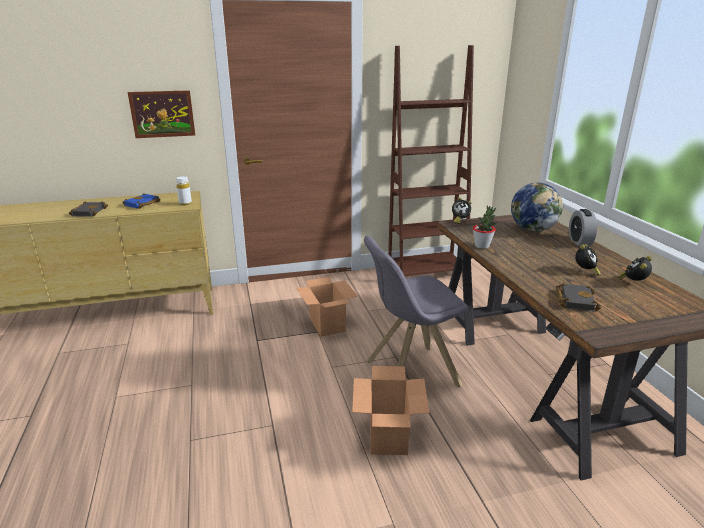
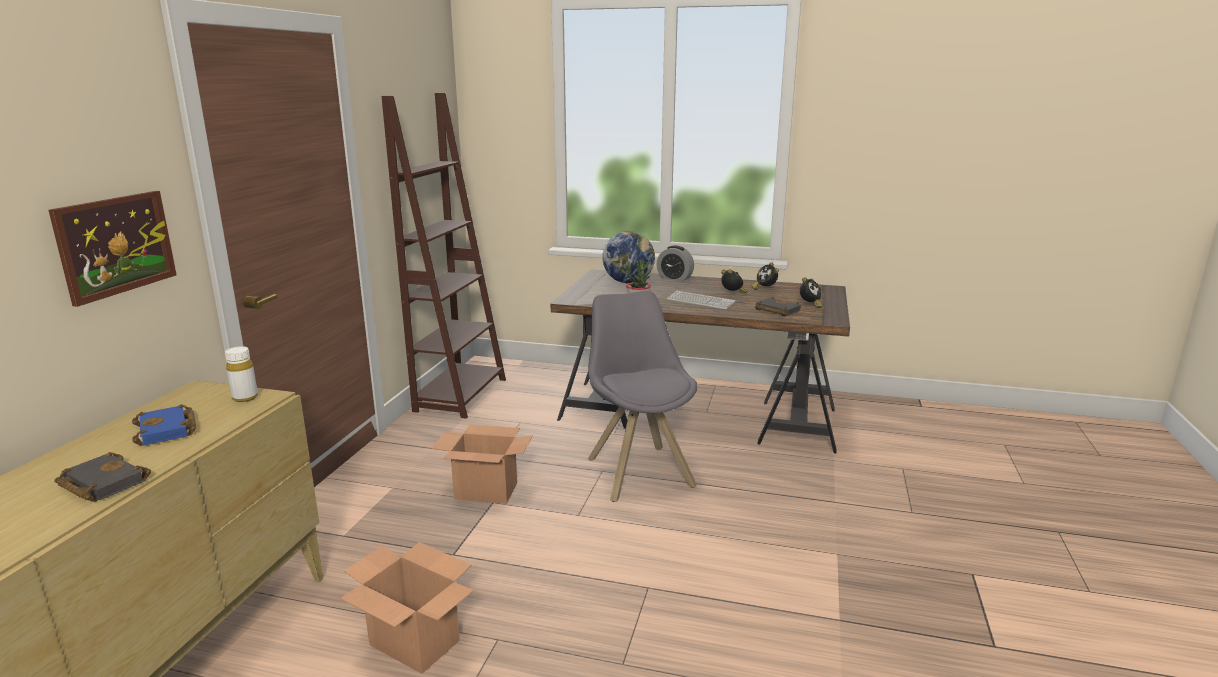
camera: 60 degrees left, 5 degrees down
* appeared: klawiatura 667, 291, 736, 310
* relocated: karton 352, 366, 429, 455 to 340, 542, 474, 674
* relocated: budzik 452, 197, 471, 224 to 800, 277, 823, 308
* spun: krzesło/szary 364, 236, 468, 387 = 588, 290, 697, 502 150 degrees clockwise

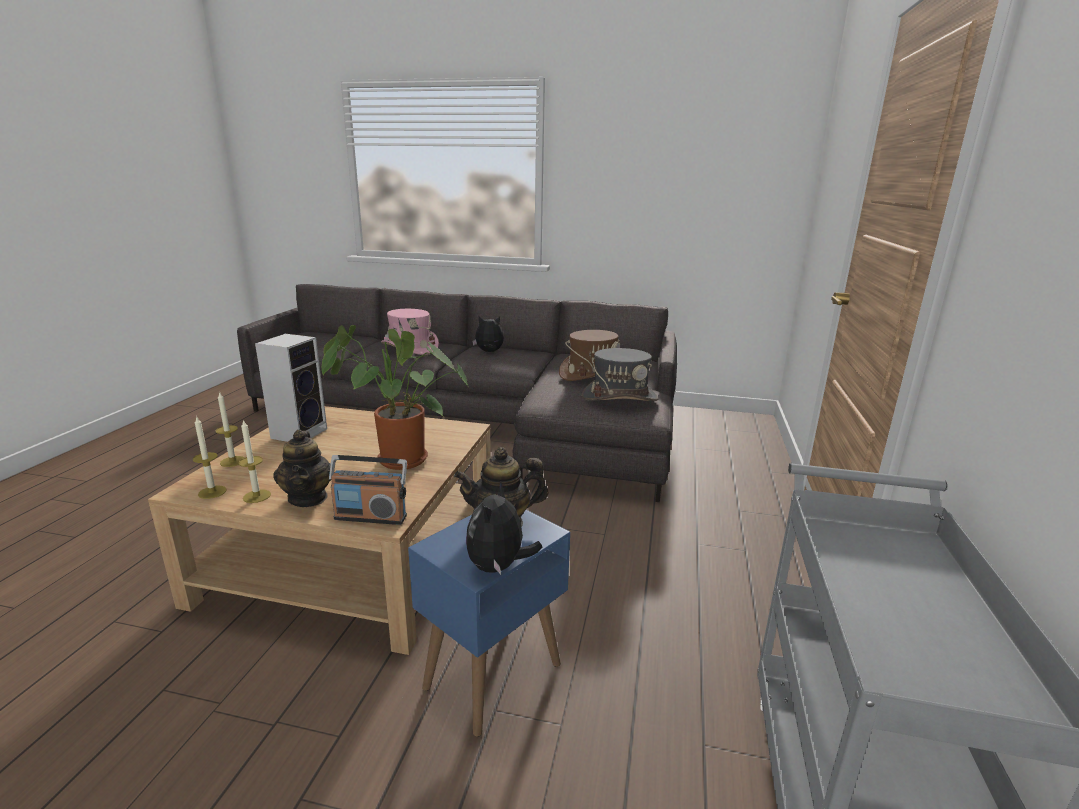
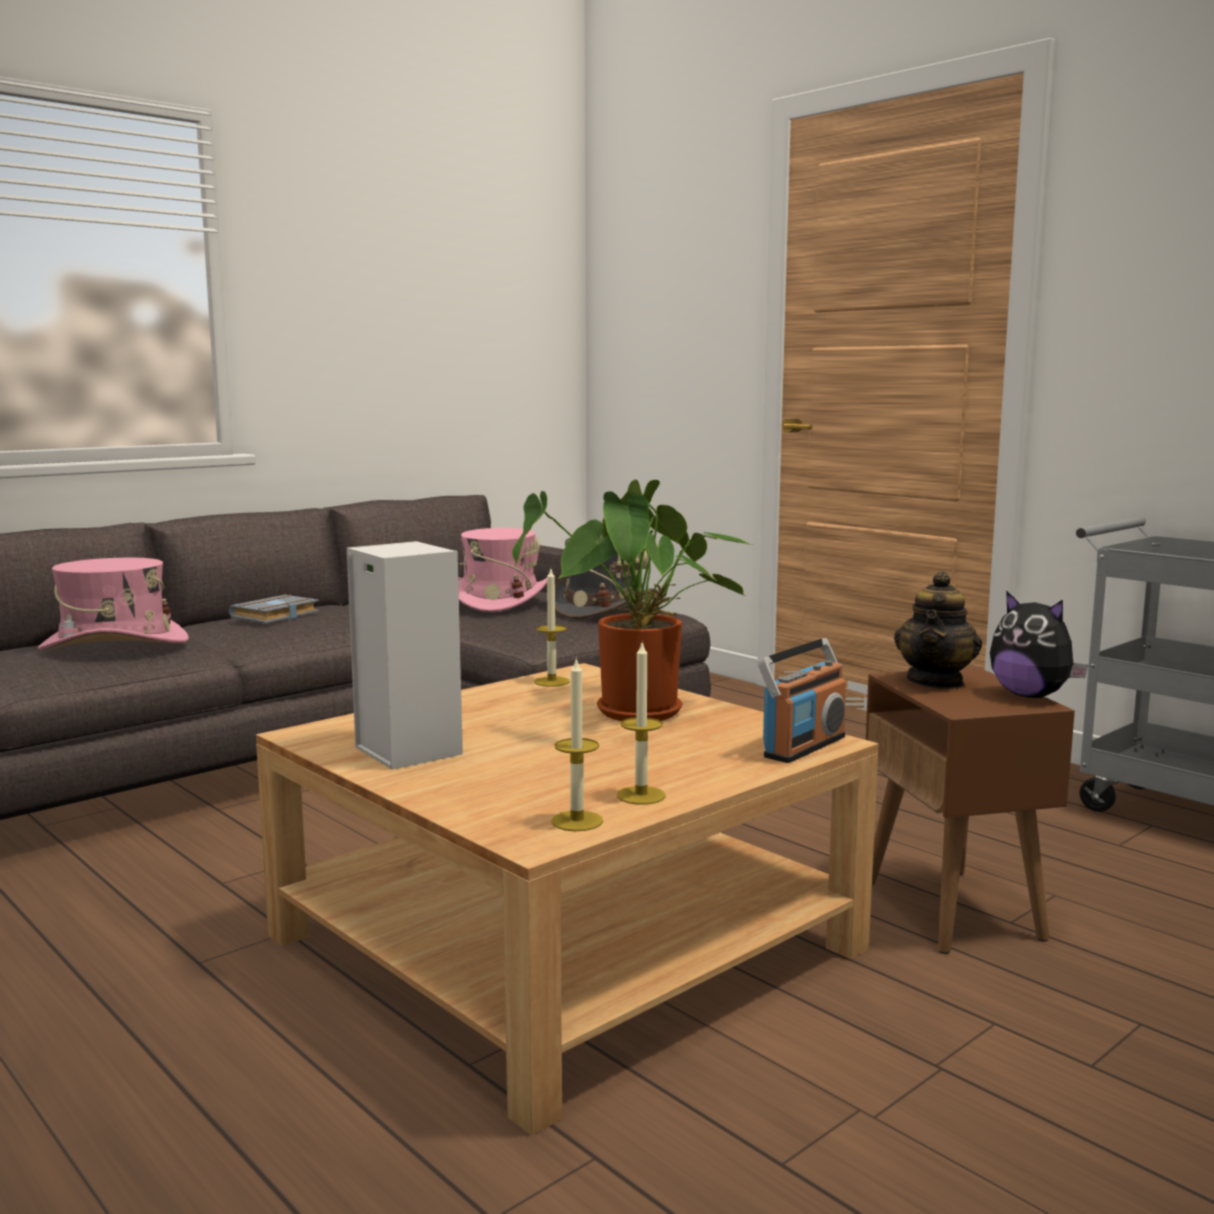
camera: 55 degrees left, 10 degrees down
* missing: imbryk 273, 430, 331, 507
* relocated: świeca 216, 391, 244, 467 to 534, 569, 570, 687
* exchanged: pluszak 472, 317, 504, 352 to książka/szary 229, 595, 319, 623
* colour: stolik/niebieski 408, 510, 570, 737 to stolik/brązowy 866, 667, 1075, 954
* colour: kapelusz/brązowy 559, 330, 620, 381 to kapelusz/różowy 458, 528, 547, 612

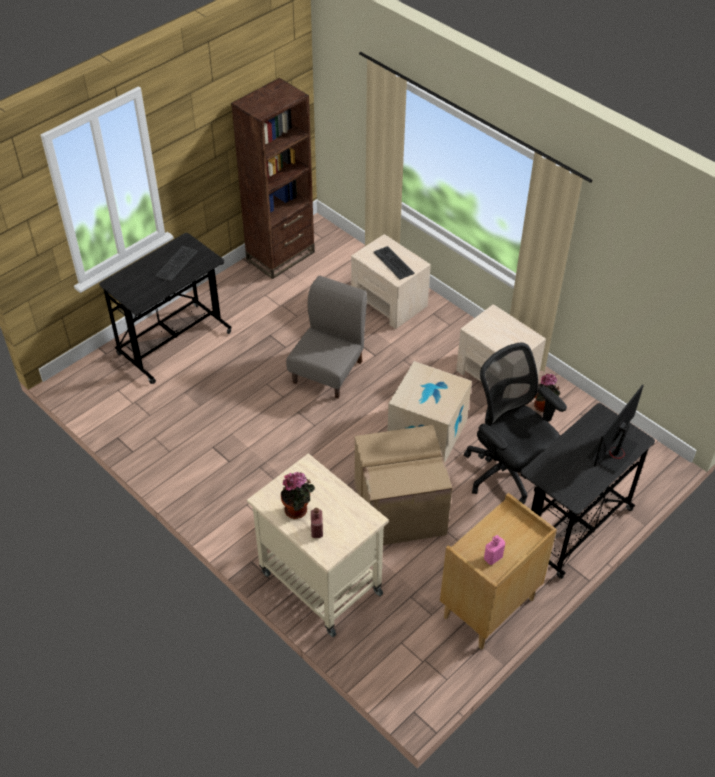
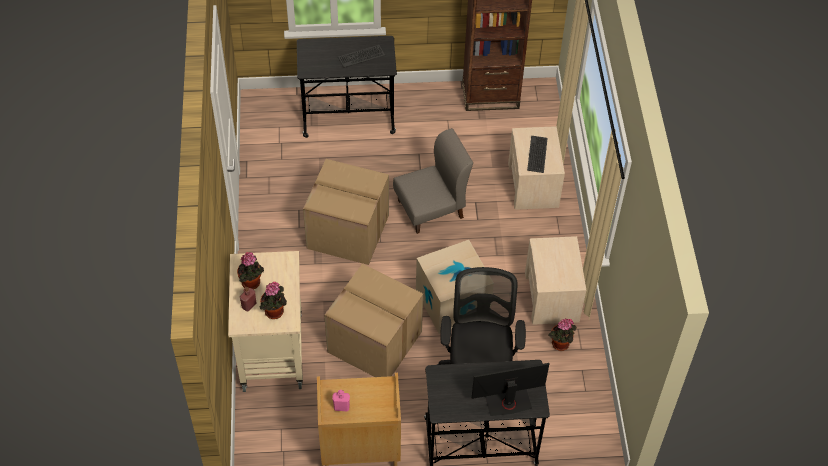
camera: 40 degrees right, 5 degrees up
* appeared: roślina doniczkowa 260, 282, 287, 319
* appeared: karton 303, 159, 389, 265

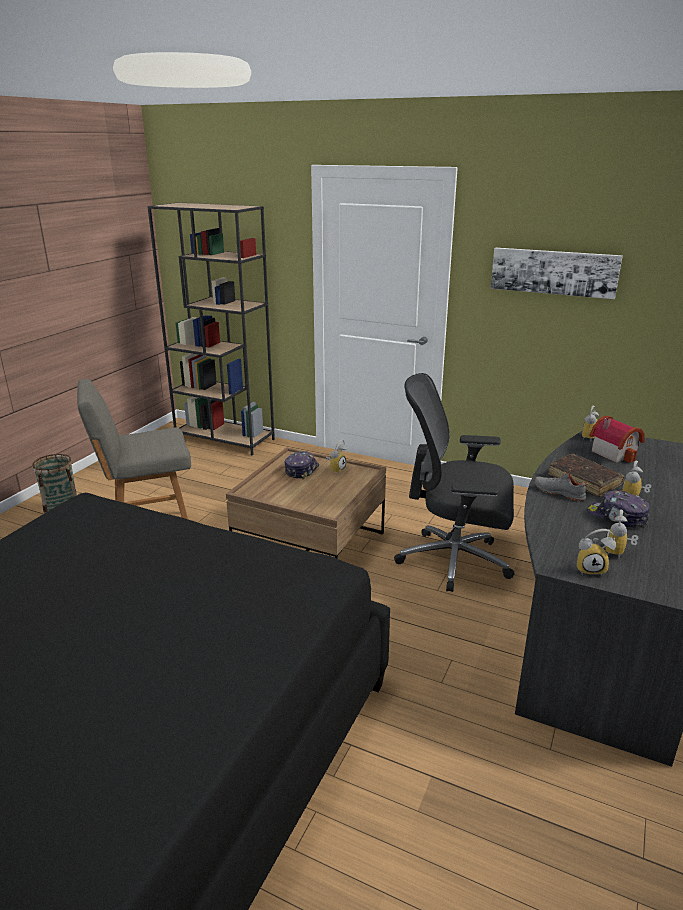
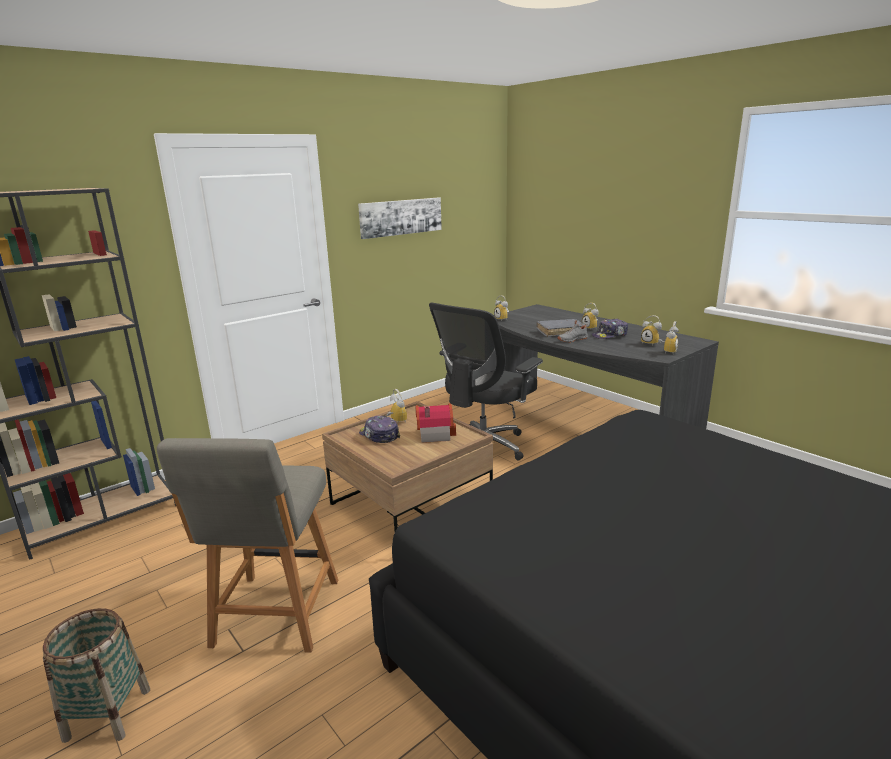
camera: 65 degrees left, 5 degrees down
* relocated: domek 590, 416, 645, 463 to 416, 403, 456, 443
* colour: książka/brązowy 548, 454, 625, 497 to książka/szary 537, 319, 585, 337

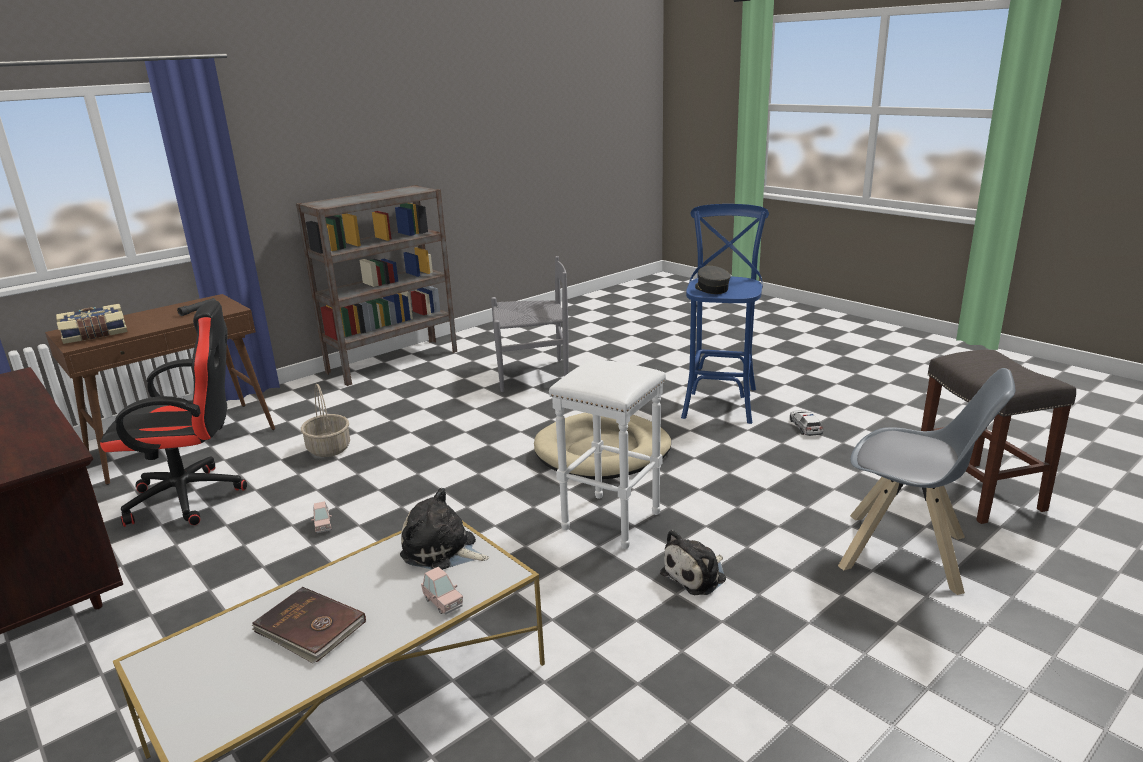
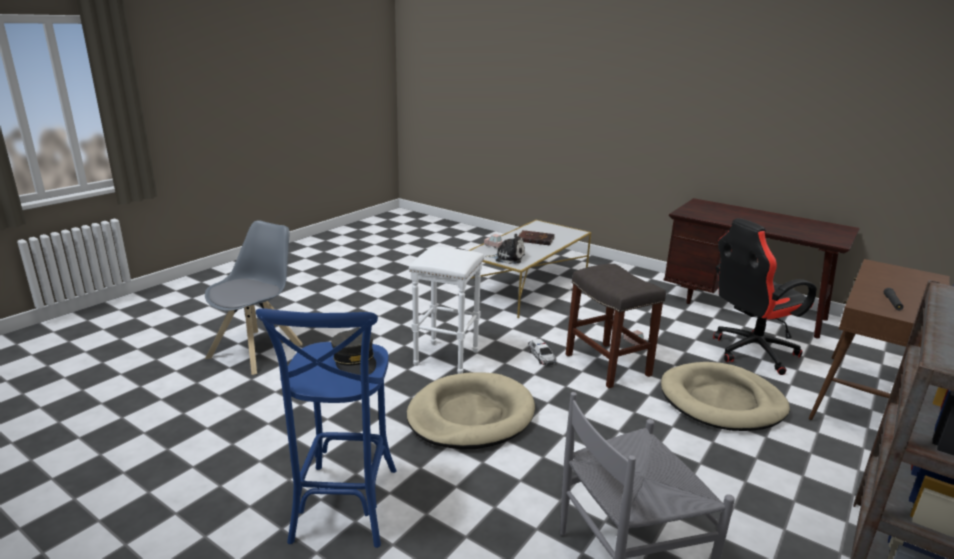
camera: 165 degrees right, 0 degrees up
* missing: książka 56, 304, 128, 344
* missing: pluszak 660, 530, 726, 595
* relocated: samochodzik 790, 410, 824, 436 to 528, 339, 556, 366
* relocated: stołek/szary 921, 350, 1076, 524 to 566, 264, 666, 388
* exchanged: koszyk 301, 384, 350, 457 to legowisko/beżowy 661, 362, 790, 431
* spun: krzesło/szary 838, 368, 1016, 595 = 205, 220, 302, 375 105 degrees clockwise

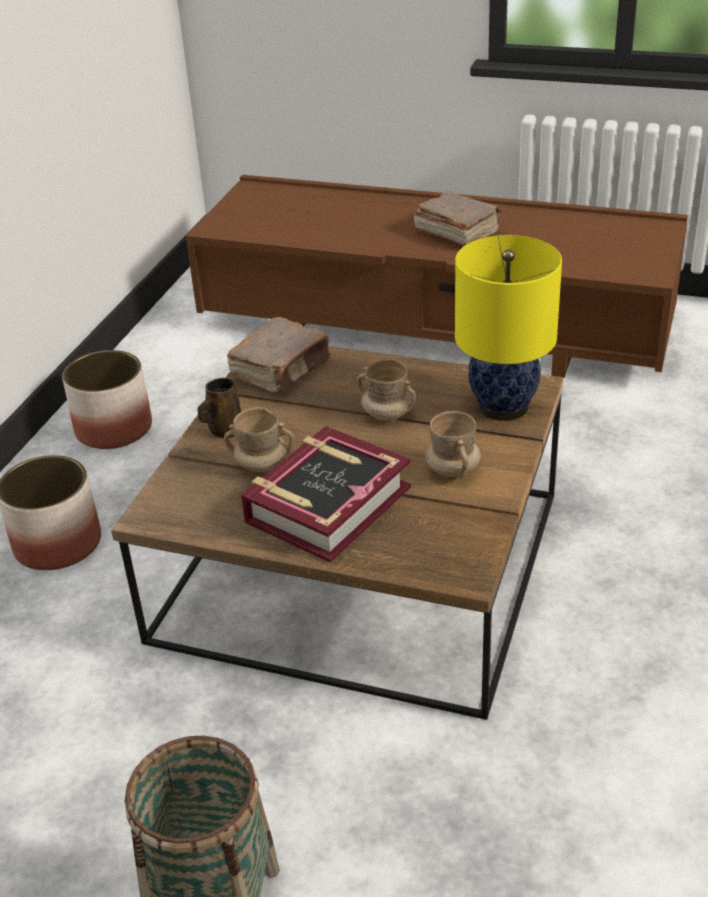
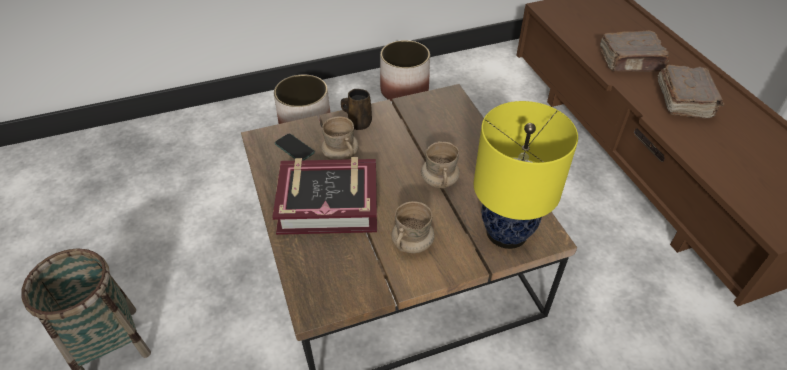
camera: 50 degrees right, 10 degrees up
* appeared: telefon 275, 134, 315, 160
* relocated: książka/brązowy 227, 317, 330, 393 to 600, 30, 669, 72

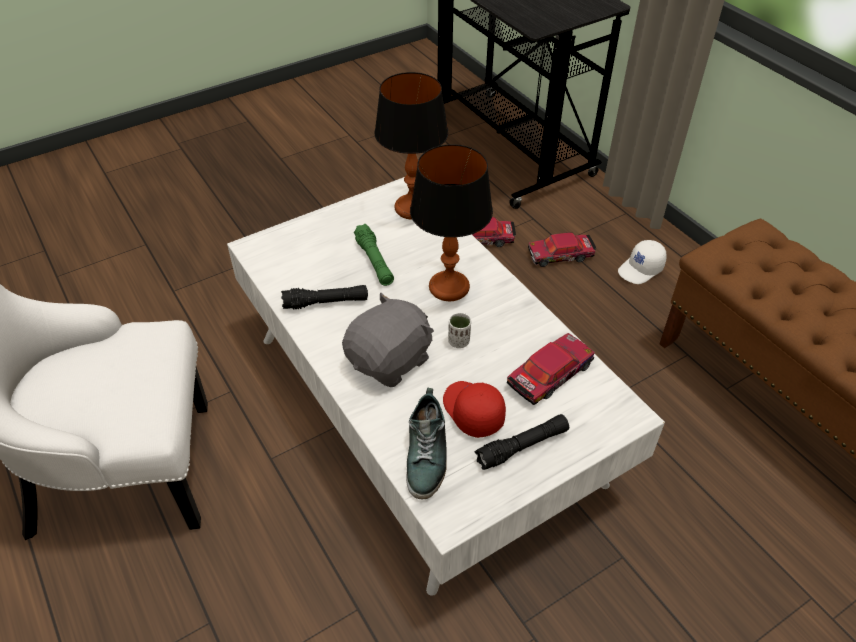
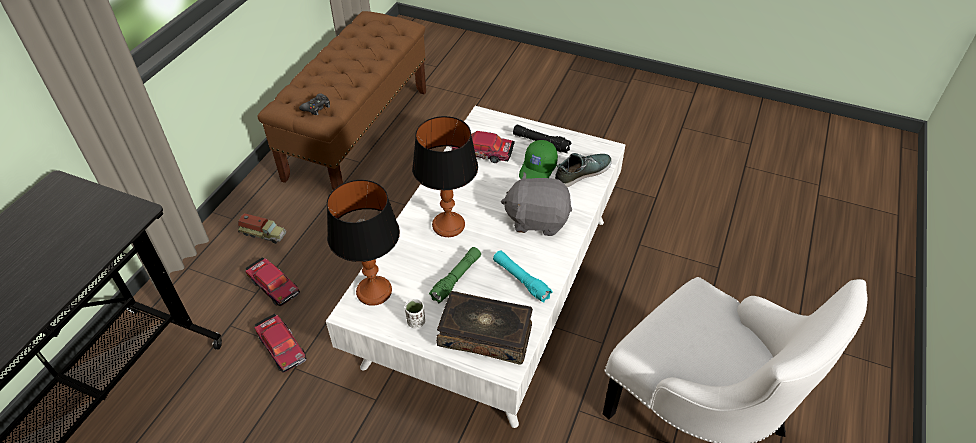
camera: 125 degrees left, 0 degrees up
* appeared: pad do gier/czarny 299, 93, 330, 115
* appeared: książka 436, 291, 533, 364
* relocated: filiżanka/biały 448, 313, 471, 348 to 405, 299, 425, 328
* exchanged: czapka z daszkiem/biały 618, 240, 667, 284 to ciężarówka zabawkowa 238, 213, 286, 244
* colour: latarka/czarny 281, 285, 368, 310 to latarka/turkusowy 493, 250, 553, 303
* colour: czapka z daszkiem/czerwony 443, 381, 506, 438 to czapka z daszkiem/zielony 519, 140, 558, 179

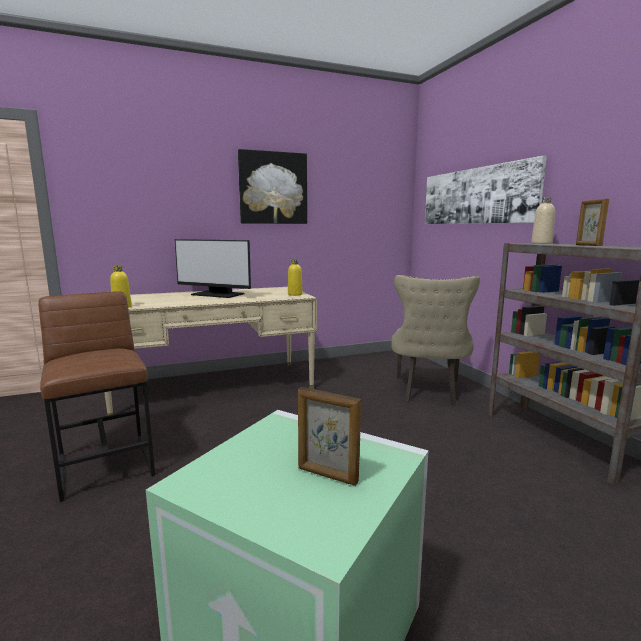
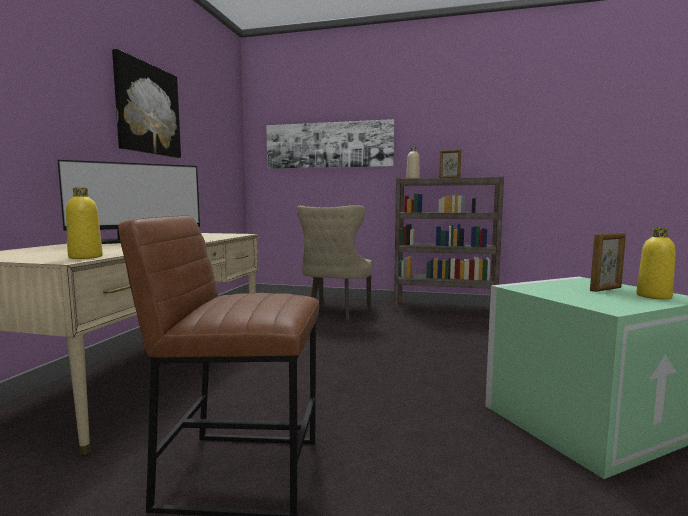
camera: 55 degrees left, 5 degrees down
* relocated: butelka/żółty 288, 260, 303, 296 to 636, 228, 676, 299
* spun: krzesło/beżowy 391, 275, 480, 405 = 297, 205, 373, 320 60 degrees clockwise

